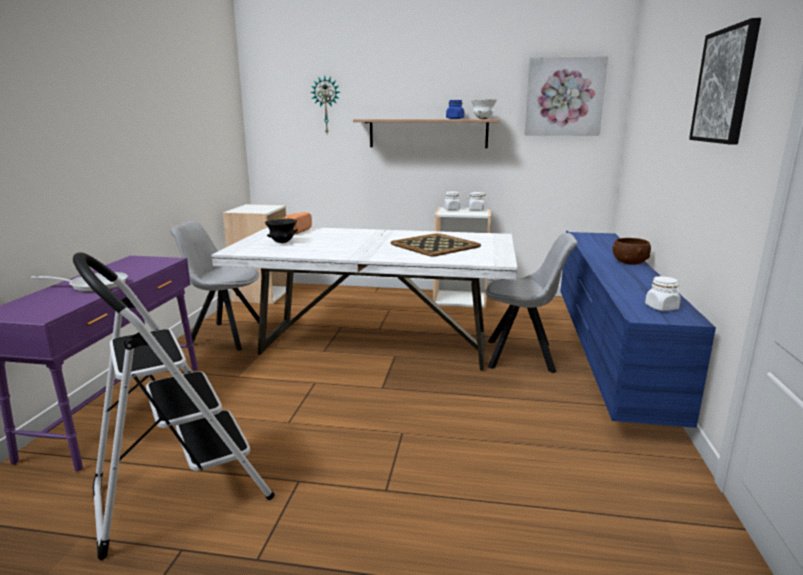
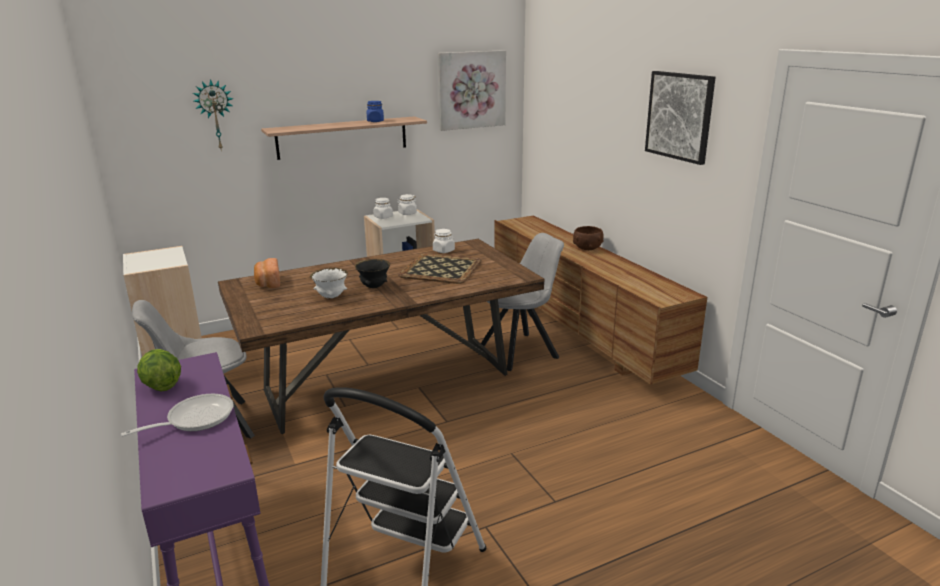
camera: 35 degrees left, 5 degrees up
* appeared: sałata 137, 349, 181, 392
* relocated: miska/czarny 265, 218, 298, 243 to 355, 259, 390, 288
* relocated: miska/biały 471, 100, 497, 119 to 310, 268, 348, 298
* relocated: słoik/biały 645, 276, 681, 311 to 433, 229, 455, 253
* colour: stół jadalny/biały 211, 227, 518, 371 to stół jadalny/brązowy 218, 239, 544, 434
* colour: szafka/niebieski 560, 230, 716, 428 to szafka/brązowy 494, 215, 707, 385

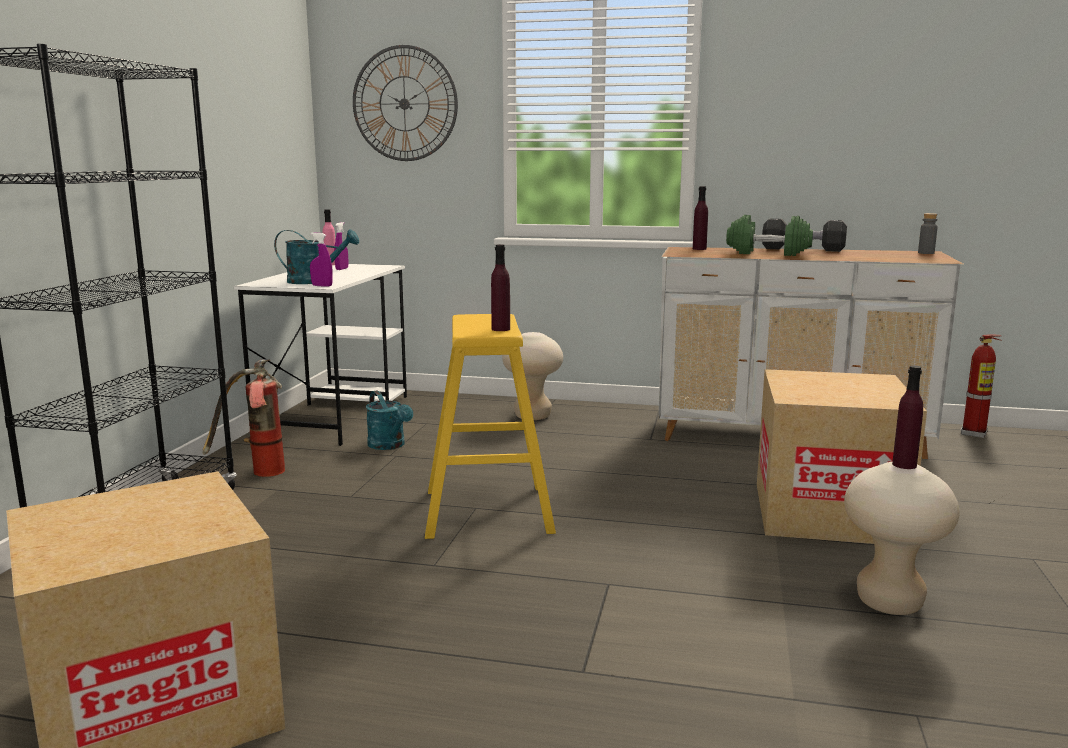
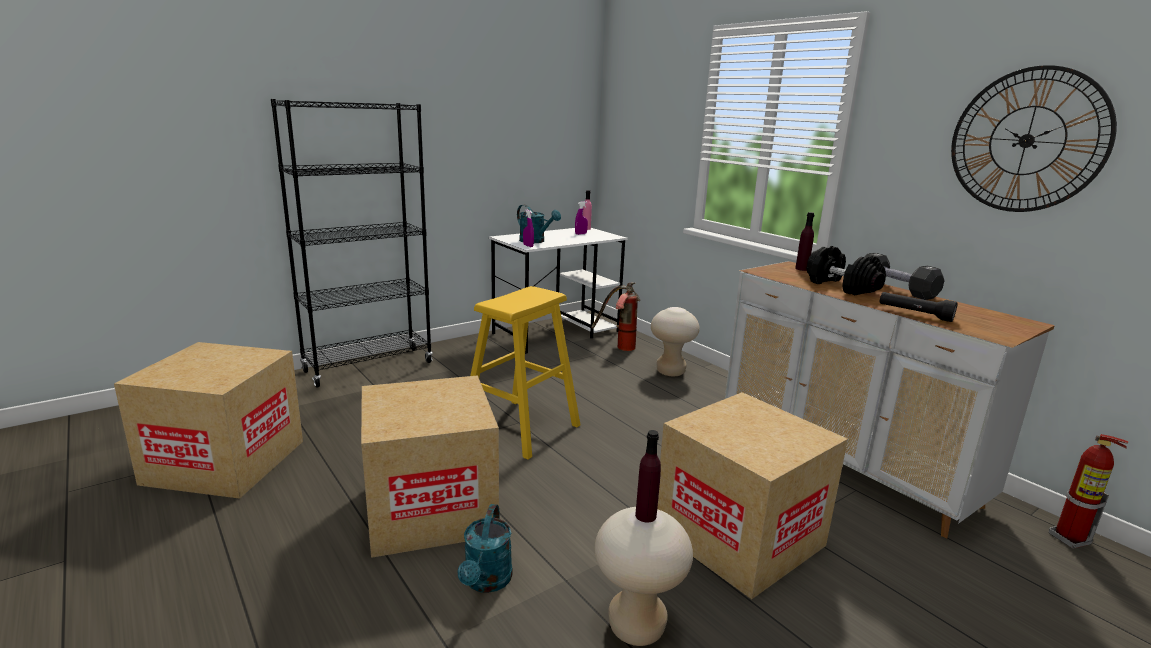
camera: 40 degrees right, 5 degrees up
* missing: butelka/fioletowy 491, 244, 510, 331
* missing: butelka/szary 918, 213, 938, 254
* appeared: karton 361, 375, 499, 558
* appeared: latarka/czarny 880, 292, 958, 322
* relocated: gaśnica 203, 359, 285, 477 to 591, 282, 640, 351
* relocated: zegar ścienny 353, 45, 458, 161 to 951, 65, 1117, 212
* relocated: konewka/turkusowy 366, 391, 413, 450 to 457, 504, 513, 593
* colour: hantel/zielony 726, 215, 813, 256 to hantel/czarny 807, 246, 886, 295

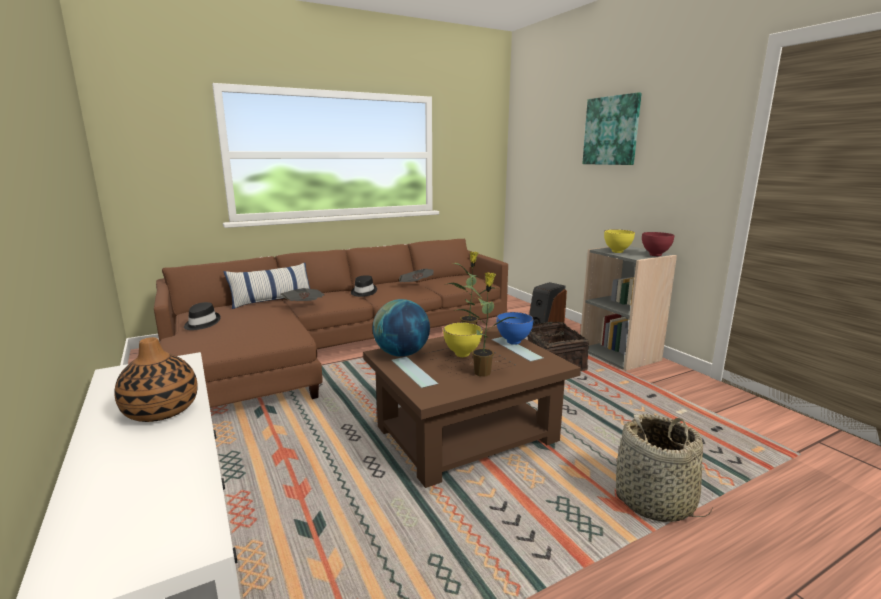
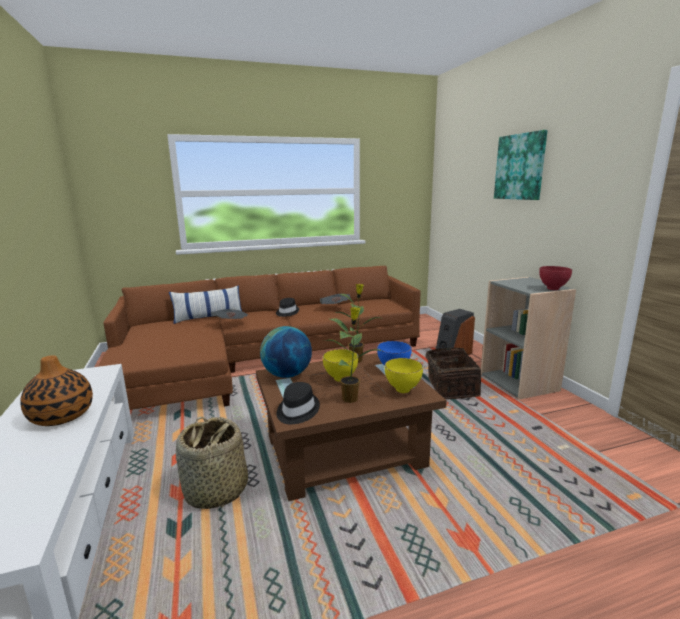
camera: 10 degrees right, 0 degrees up
* relocated: kapelusz/czarny 184, 302, 221, 330 to 276, 382, 320, 424
* relocated: miska/żółty 604, 230, 635, 253 to 385, 358, 423, 393
* relocated: koszyk 616, 414, 713, 522 to 176, 417, 248, 509

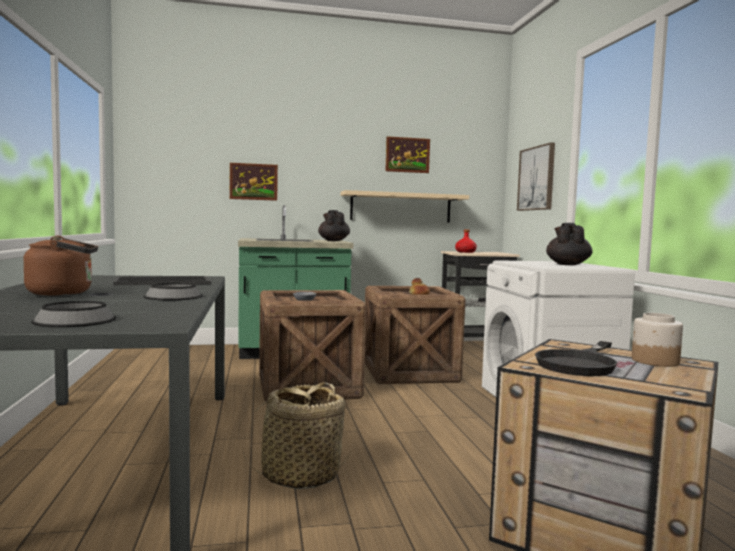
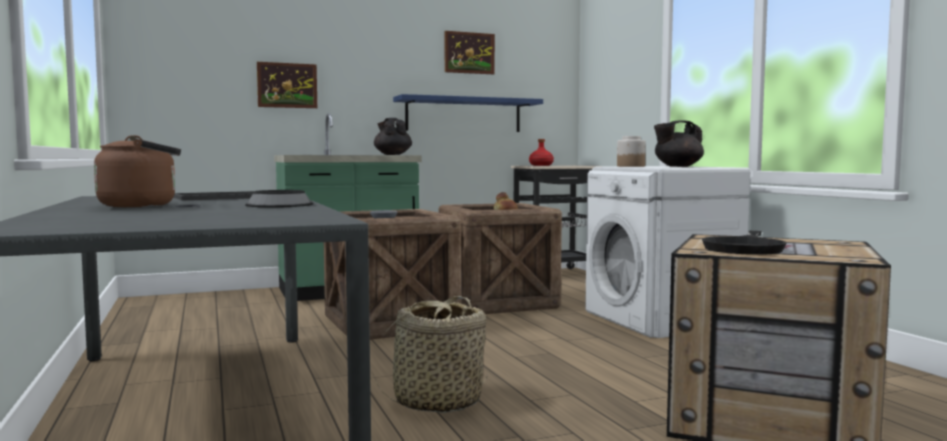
camera: 10 degrees left, 0 degrees up
* missing: miska 31, 301, 116, 327
* missing: obraz 517, 142, 555, 211
* relocated: słoik 632, 313, 683, 367 to 617, 136, 646, 167
* colour: półka/beżowy 341, 190, 469, 223 to półka/niebieski 393, 94, 543, 132
* spun: imbryk/czarny 546, 223, 593, 265 = 654, 120, 704, 167 105 degrees counterclockwise

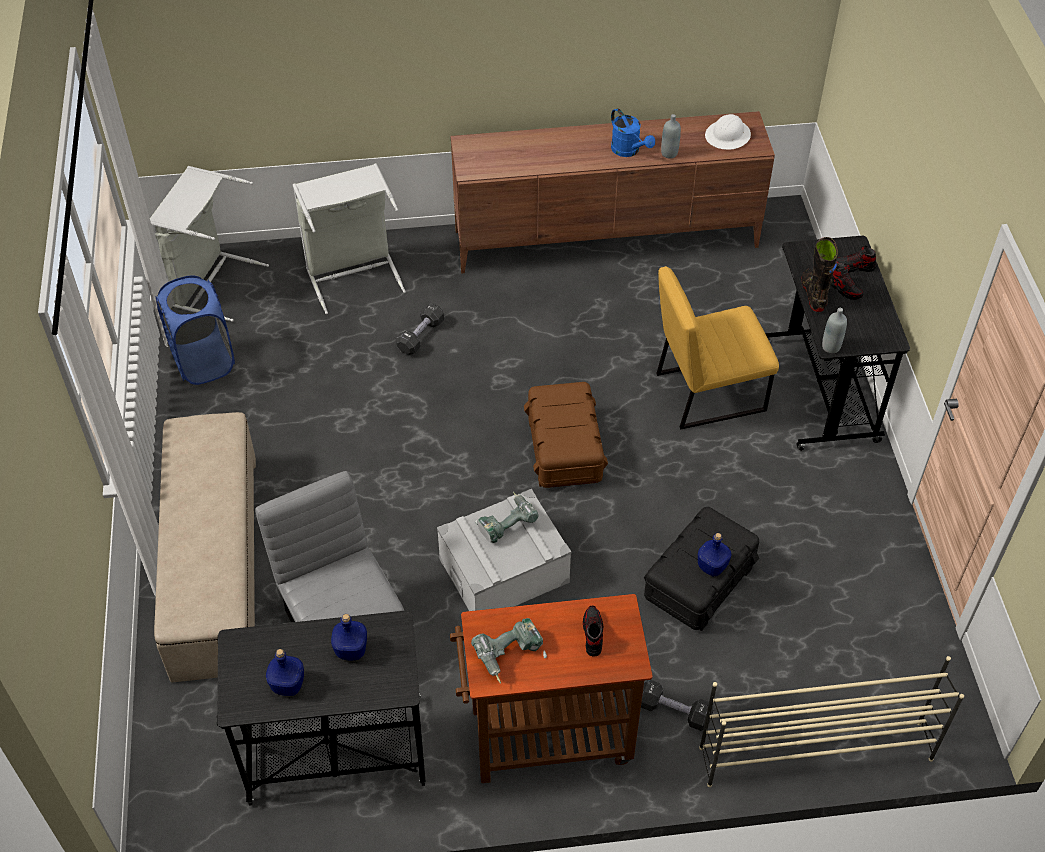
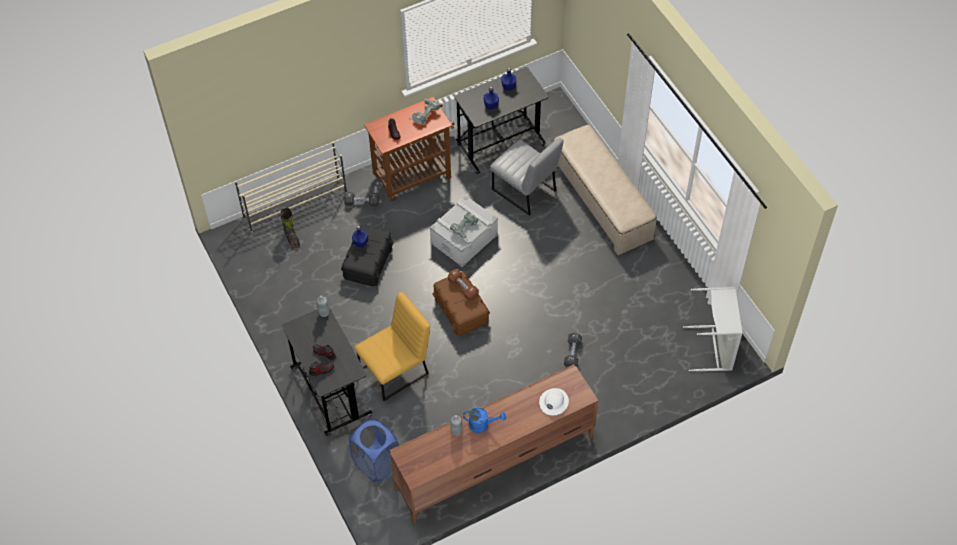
camera: 160 degrees right, 5 degrees up
* missing: kosz na pranie/szary 293, 163, 406, 314
* appeared: hantel/brązowy 448, 269, 479, 300
* relocated: kosz na pranie/niebieski 156, 275, 235, 385 to 349, 419, 399, 482
* relocated: kask/biały 705, 114, 751, 150 to 539, 388, 569, 415
* relocated: but z cholewką/czarny 802, 237, 838, 312 to 280, 208, 300, 248
* spun: konewka/niebieski 611, 108, 655, 157 = 463, 407, 506, 433 150 degrees clockwise

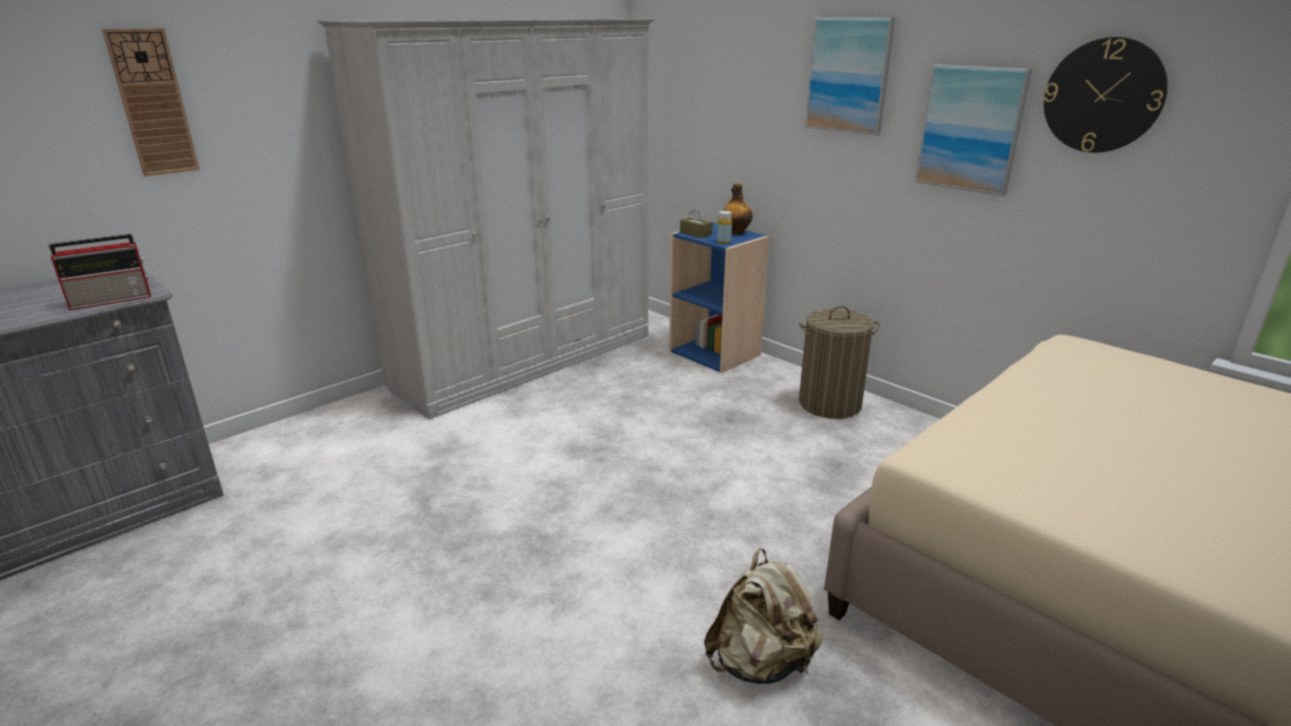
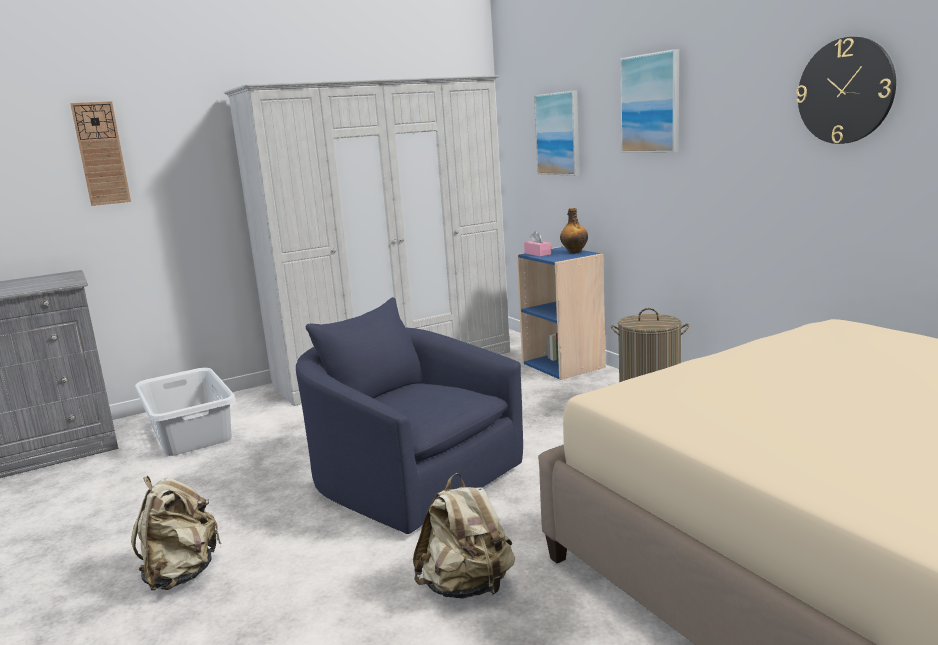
camera: 15 degrees right, 10 degrees down
* missing: radio 48, 234, 151, 310
* missing: butelka/żółty 717, 211, 732, 244
* appeared: plecak/beżowy 131, 476, 222, 590
* appeared: kosz na pranie/szary 135, 368, 236, 456
* appeared: fotel/niebieski 296, 297, 523, 534
* relocated: obraz 915, 64, 1032, 196 to 534, 90, 580, 176
* colour: pudełko chusteczek/brązowy 680, 209, 713, 238 to pudełko chusteczek/różowy 524, 231, 551, 257

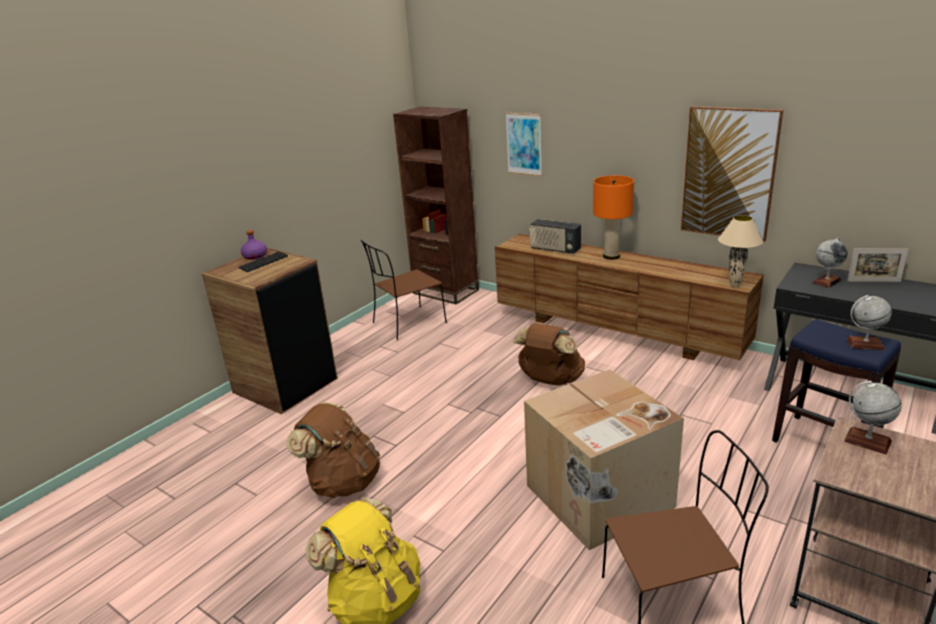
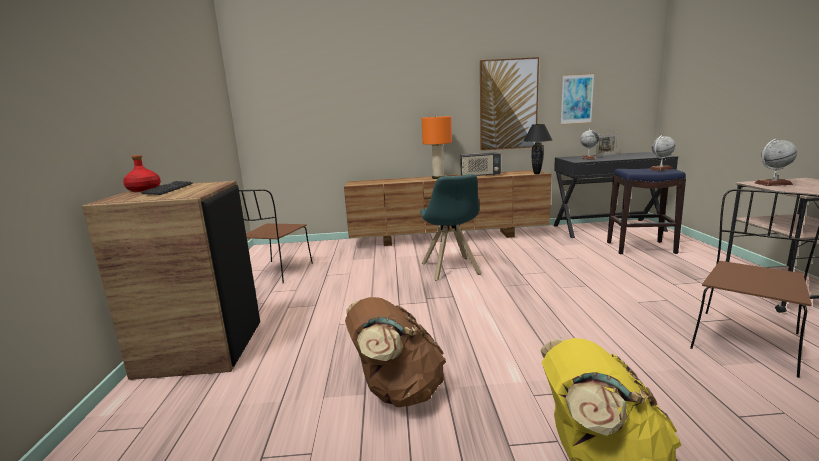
camera: 40 degrees left, 10 degrees down
* missing: regał/brązowy 393, 107, 479, 305
* missing: karton 524, 369, 684, 550
* relocated: obraz 506, 113, 542, 176 to 561, 73, 594, 125
* relocated: radio 530, 219, 581, 254 to 460, 152, 501, 176
* exchanged: plecak/brązowy 513, 323, 585, 386 to krzesło/turkusowy 420, 174, 482, 281
* colour: butelka/fioletowy 241, 230, 267, 260 to butelka/czerwony 123, 155, 161, 192
* colour: lampa stołowa/beżowy 718, 215, 763, 287 to lampa stołowa/czarny 523, 124, 552, 174

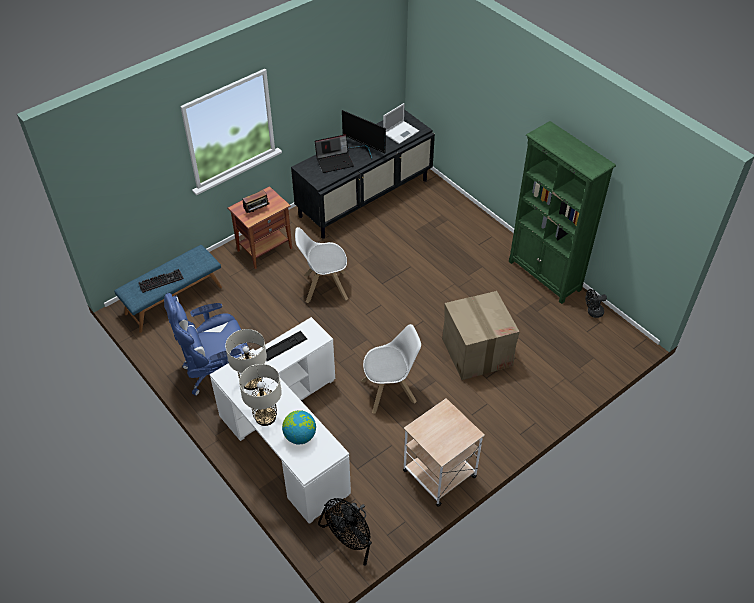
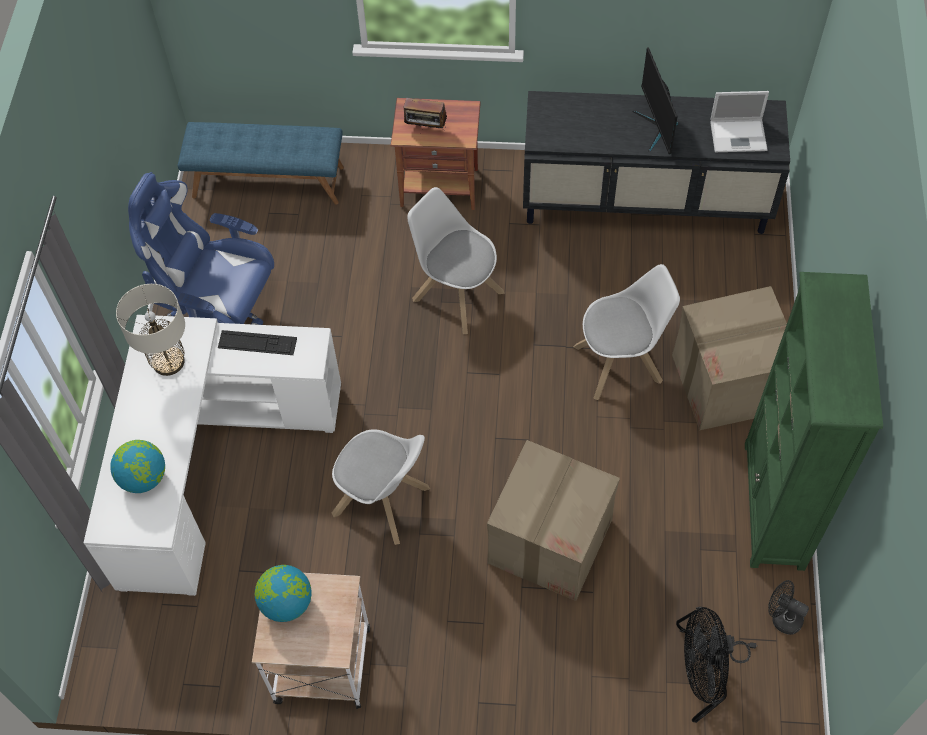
camera: 45 degrees right, 10 degrees up
* missing: klawiatura 138, 269, 184, 293
* missing: lampa stołowa 239, 364, 282, 426
* missing: laptop 315, 134, 354, 173
* appeared: globus 255, 565, 312, 622
* appeared: krzesło 574, 264, 680, 400
* appeared: karton 672, 286, 787, 430
* relocated: wentylator/czarny 318, 498, 372, 566 to 676, 607, 758, 723

